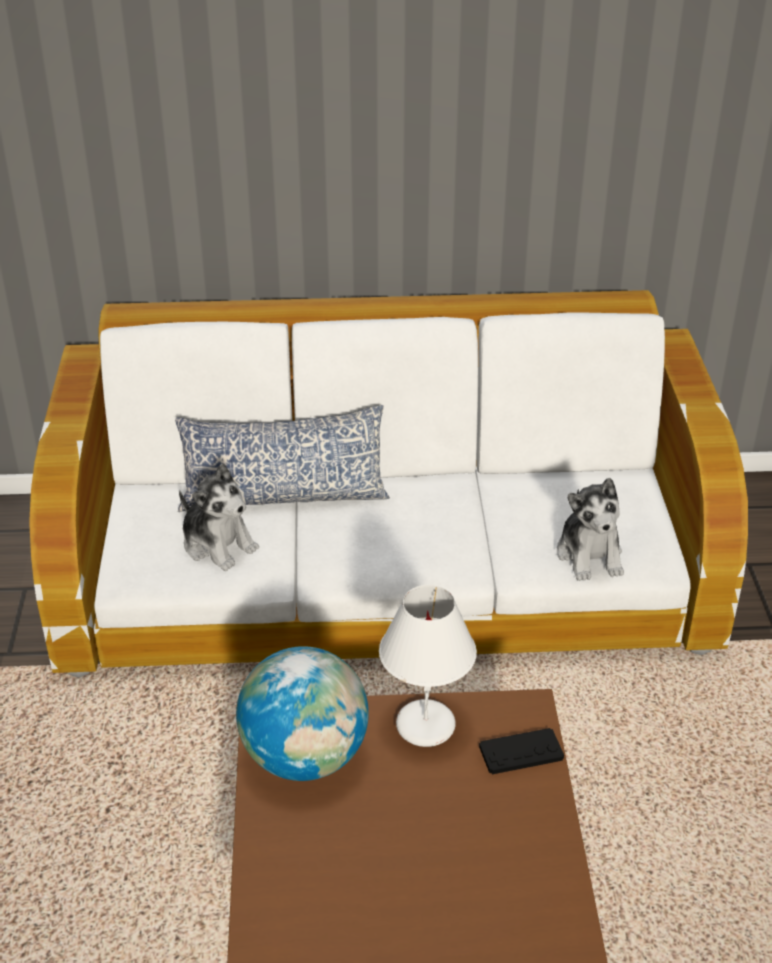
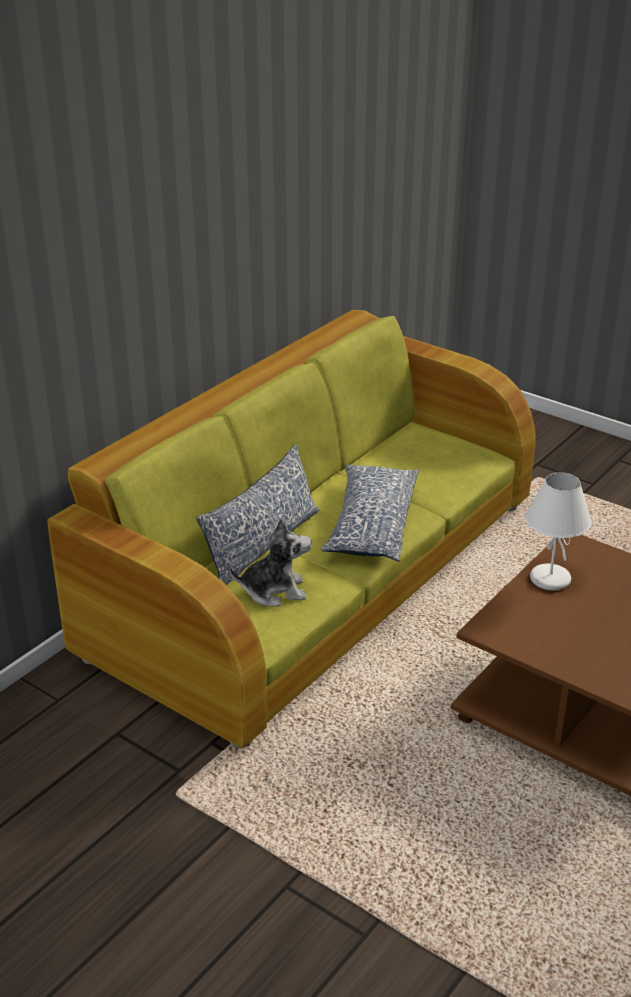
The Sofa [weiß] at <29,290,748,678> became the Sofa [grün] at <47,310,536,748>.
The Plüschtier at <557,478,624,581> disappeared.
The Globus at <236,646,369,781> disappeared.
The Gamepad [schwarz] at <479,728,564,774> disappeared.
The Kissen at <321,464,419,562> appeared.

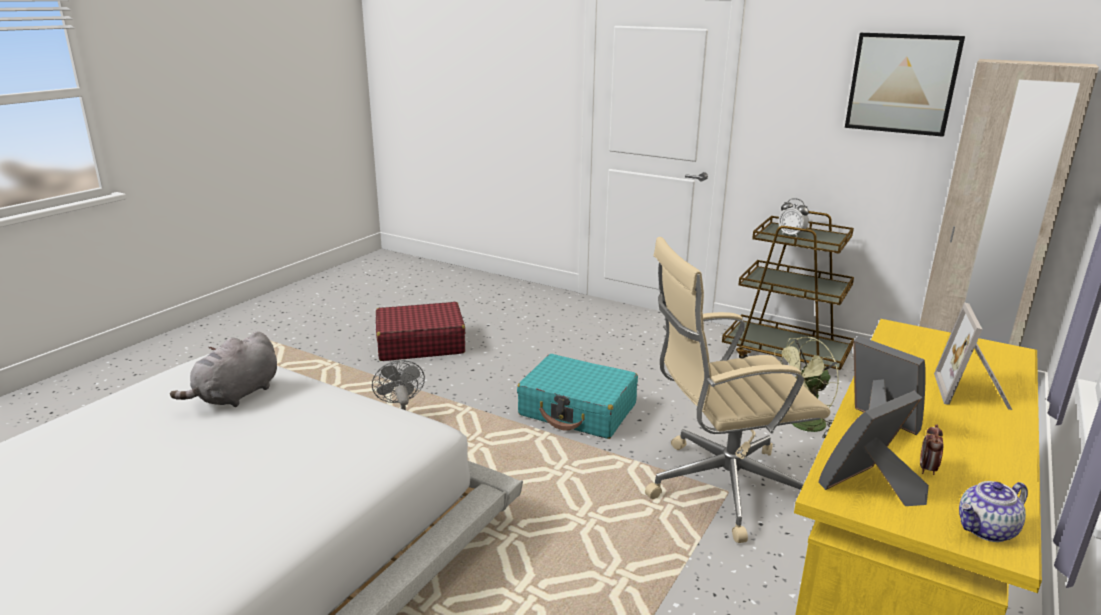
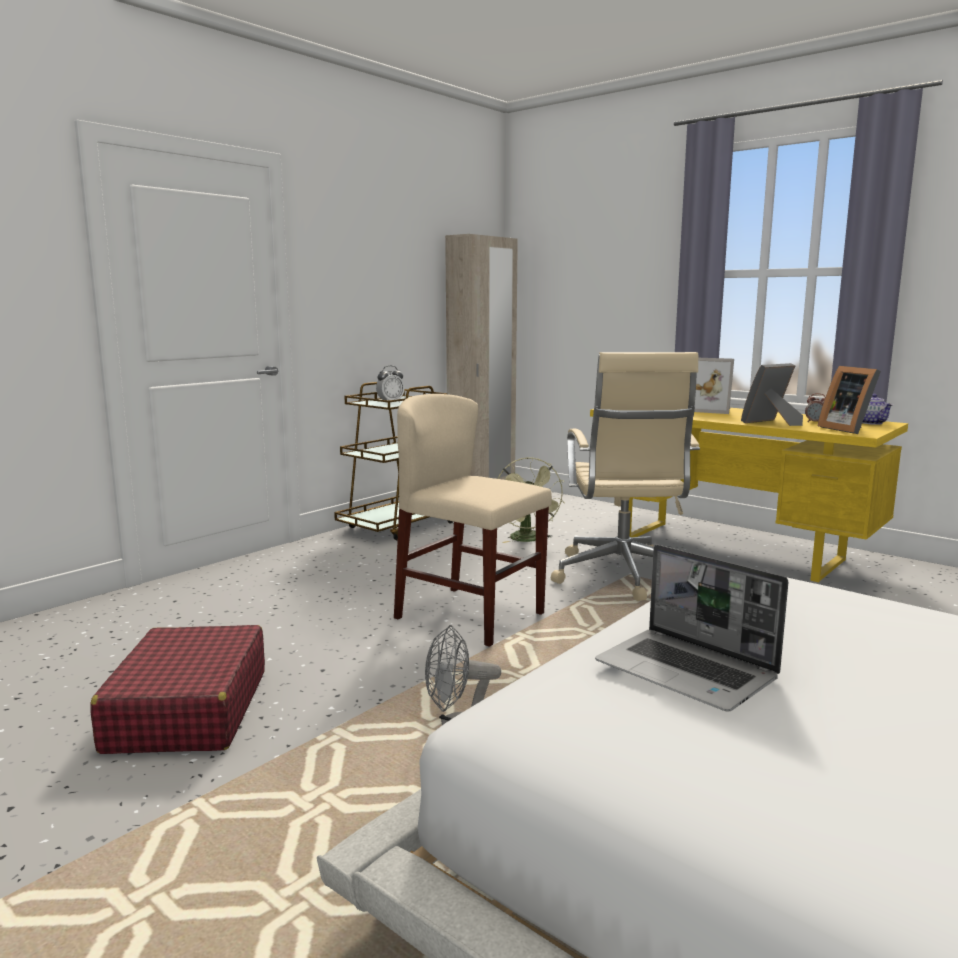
The Bild at <845,33,965,137> disappeared.
The Plüschtier [grau] at <170,331,277,407> was replaced by the Laptop at <595,545,789,712>.
The Koffer [türkis] at <517,354,638,439> was replaced by the Stuhl [beige] at <394,394,552,647>.

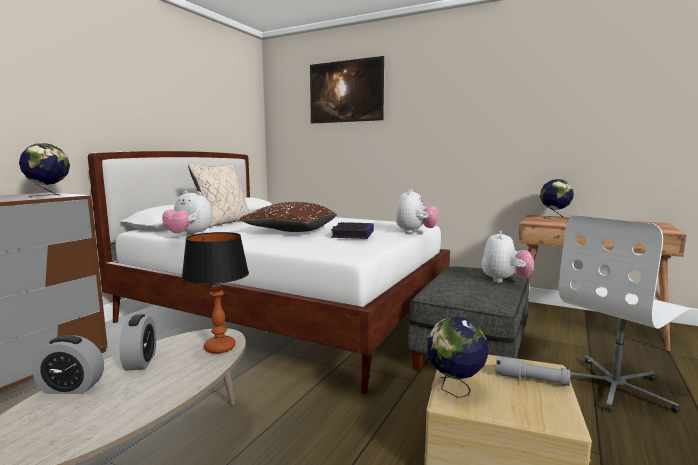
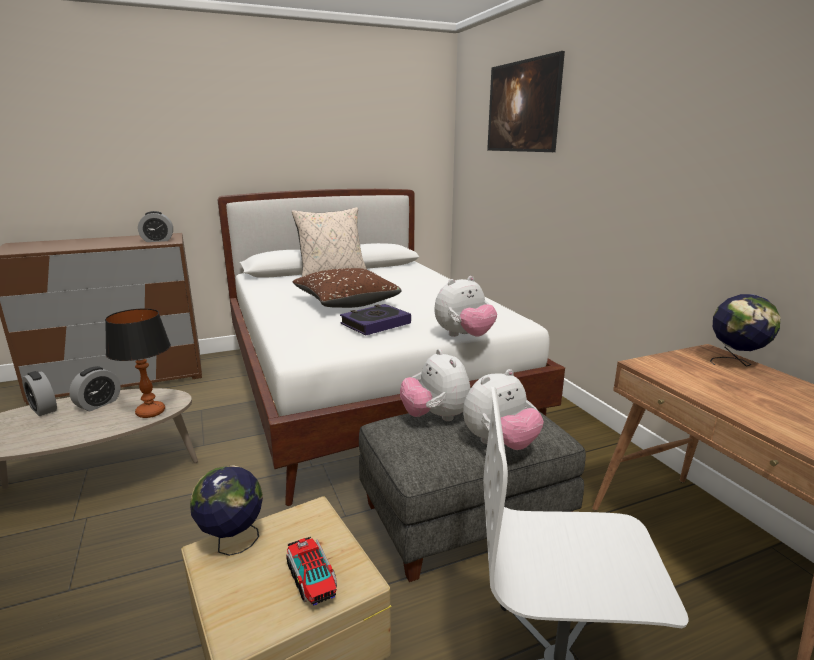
The Globus at <19,143,70,197> was replaced by the Wecker at <138,211,173,242>.
The Plüschtier moved from <162,191,213,235> to <400,349,470,421>.
The Taschenlampe [grau] at <495,356,570,386> was replaced by the Spielzeuglaster at <286,537,337,606>.

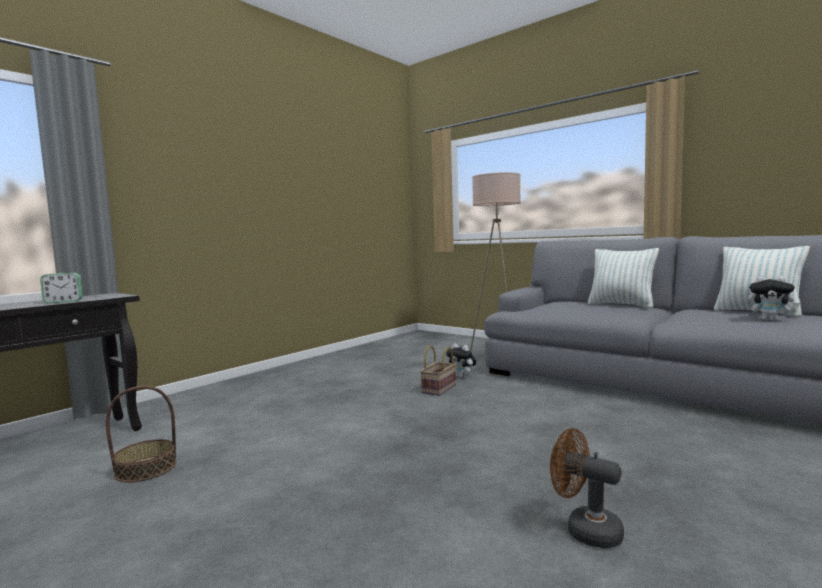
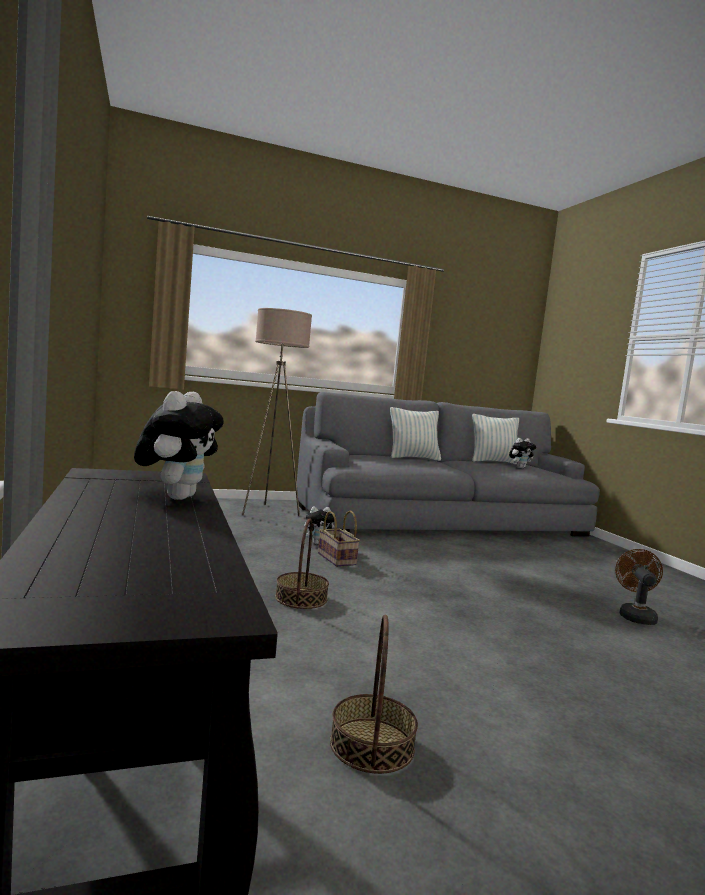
The Wecker at <40,273,83,303> was replaced by the Plüschtier at <134,391,224,500>.
The Ventilator [braun] at <550,428,624,549> turned 120 degrees clockwise.
The Korb at <275,518,329,609> appeared.

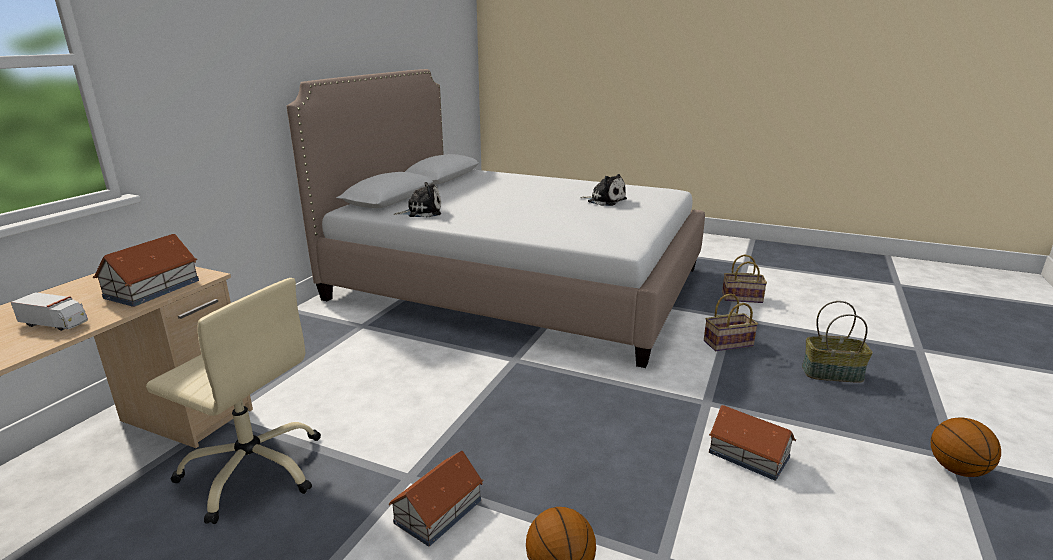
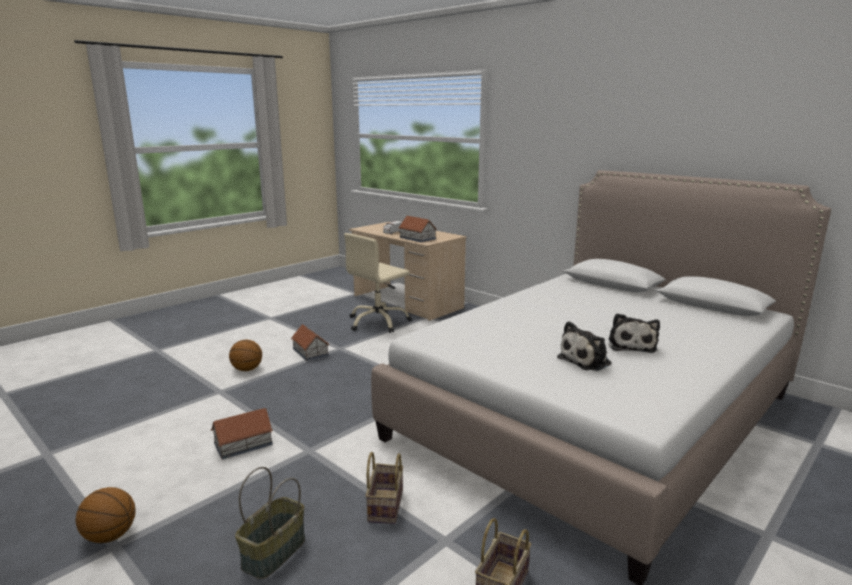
The Plüschtier moved from <393,182,441,218> to <609,313,660,353>.

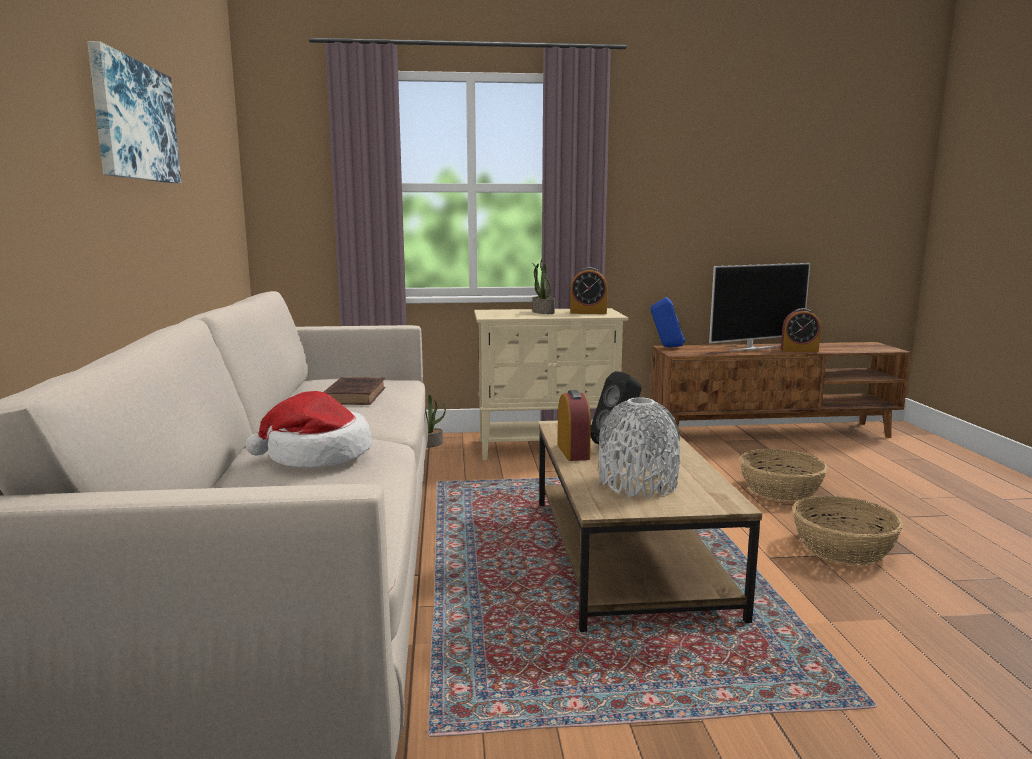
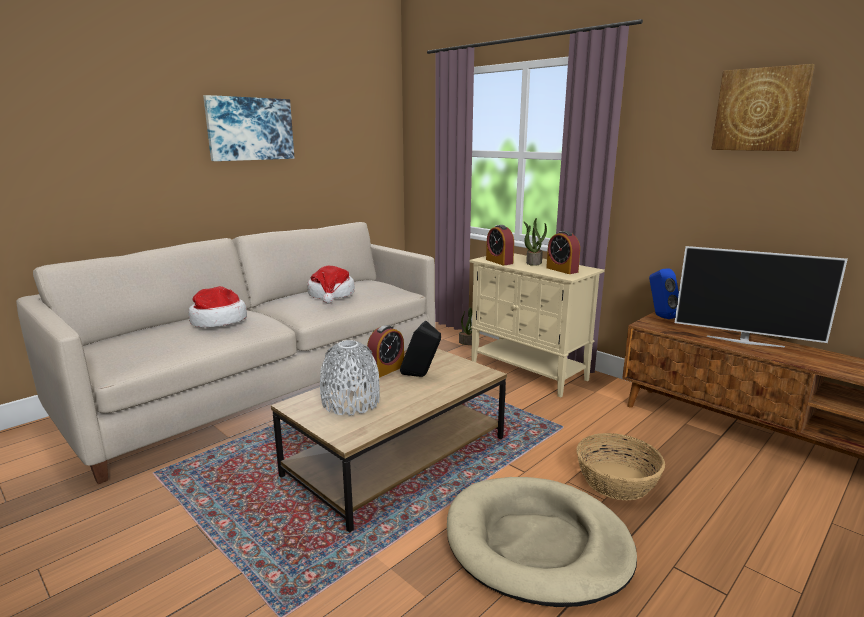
The Wecker moved from <781,308,821,352> to <486,225,514,265>.
The Buch [braun] at <324,377,385,405> was replaced by the Hut at <308,266,355,304>.
The Korb at <792,495,903,565> was replaced by the Hundebett [beige] at <447,477,637,607>.
The Bild at <711,64,815,151> appeared.

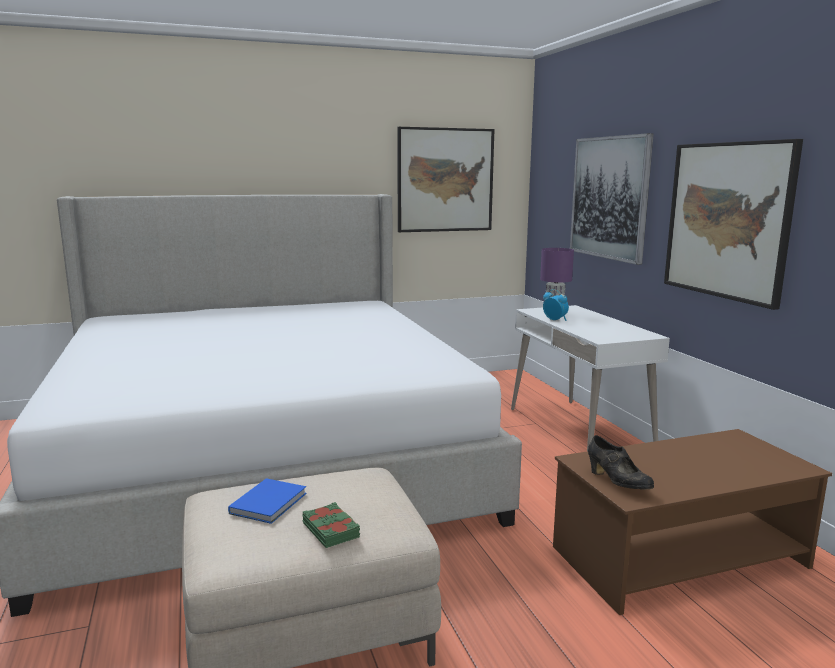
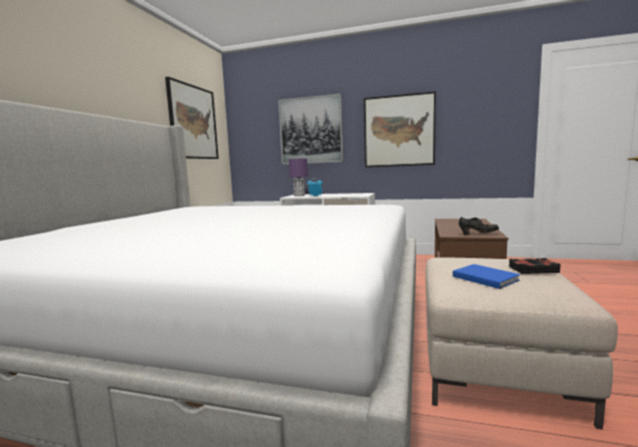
The Buch [grün] at <302,502,360,548> became the Buch [schwarz] at <509,258,561,274>.

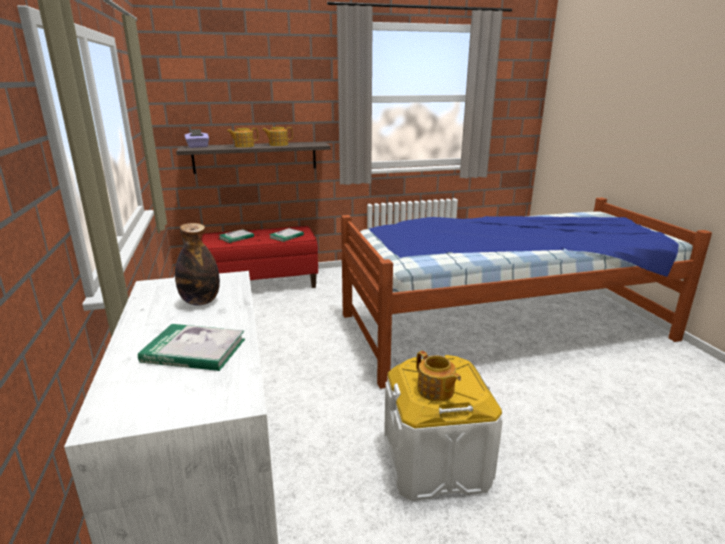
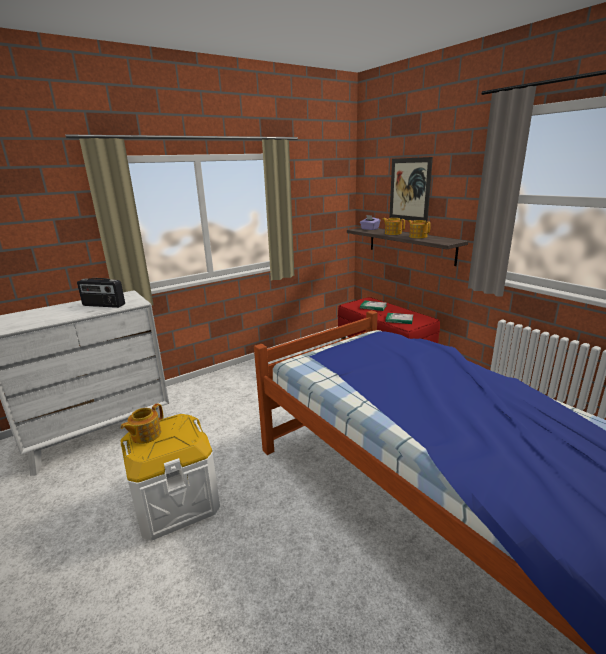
The Flasche at <175,223,220,306> was replaced by the Radio at <77,278,125,308>.
The Buch at <138,324,245,371> disappeared.
The Bild at <389,157,433,222> appeared.

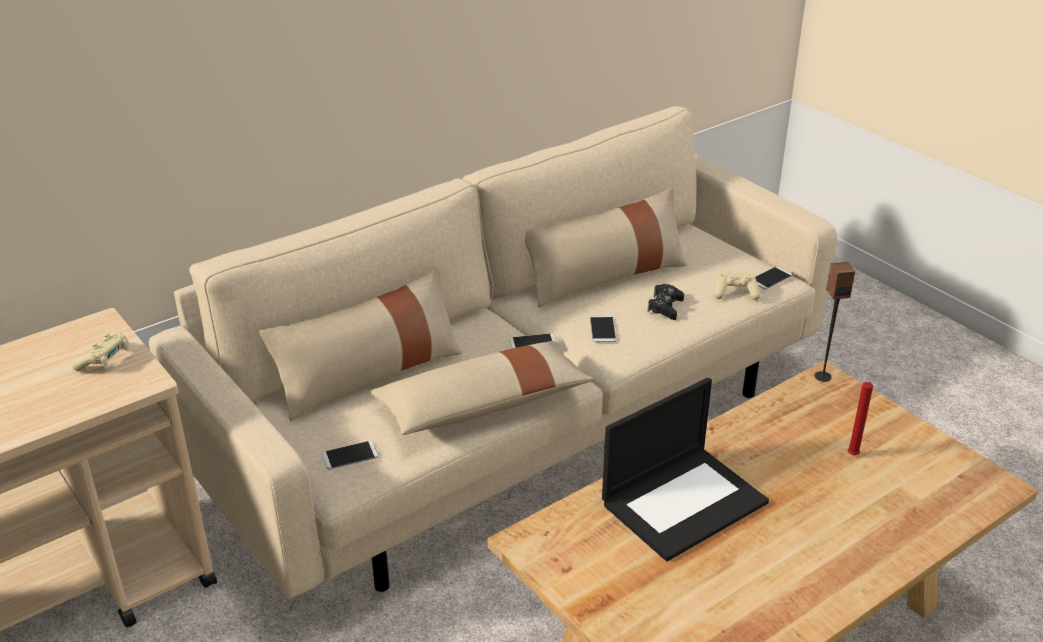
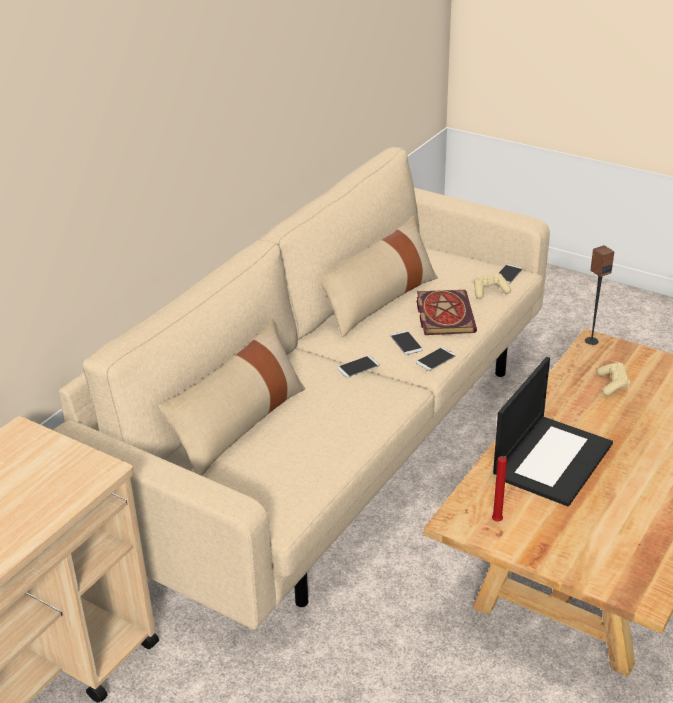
The Gamepad [schwarz] at <647,284,684,320> was replaced by the Buch at <417,290,477,335>.
The Gamepad [beige] moved from <72,332,129,371> to <597,362,630,396>.
The Kissen [beige] at <370,341,595,435> disappeared.
The Kerze [rot] moved from <848,382,873,455> to <492,456,507,522>.
The Handy moved from <322,441,379,469> to <416,347,456,371>.

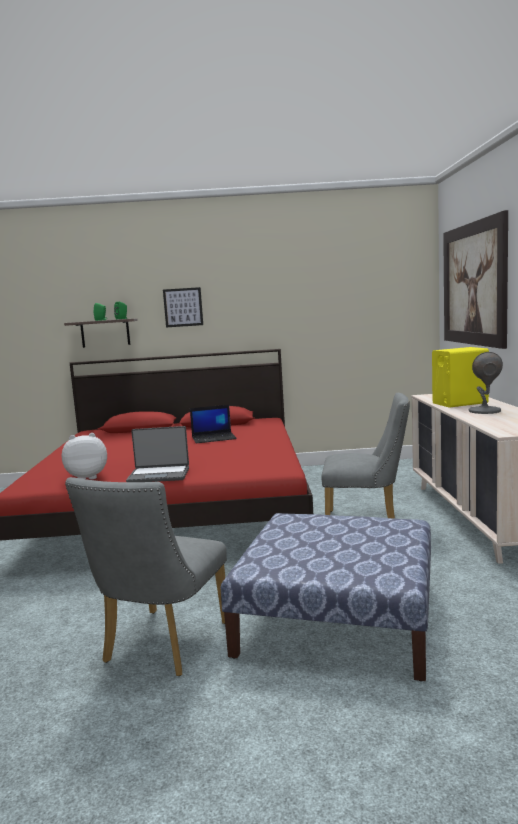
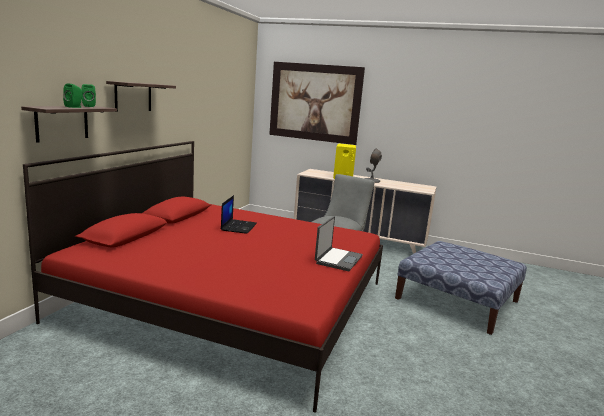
The Bild at <163,287,203,327> was replaced by the Wandregal at <106,81,176,112>.
The Plüschtier at <62,433,107,479> disappeared.
The Stuhl [grau] at <65,477,227,676> disappeared.

